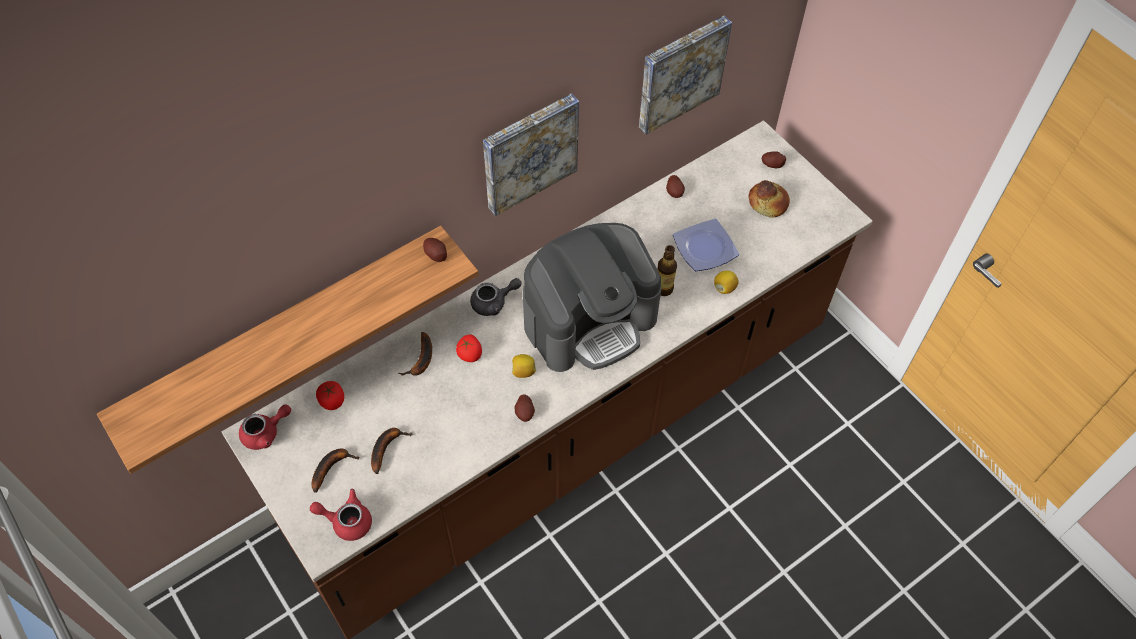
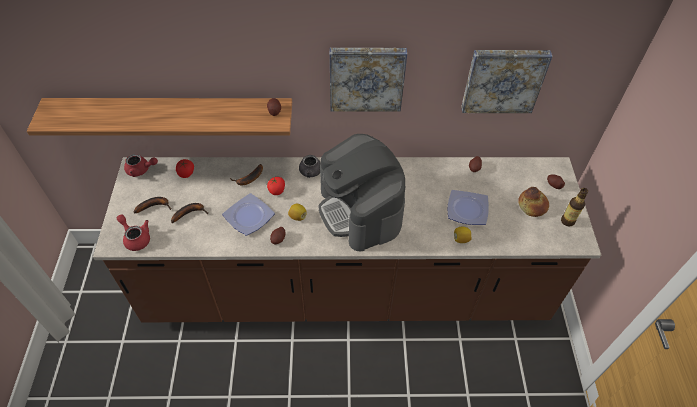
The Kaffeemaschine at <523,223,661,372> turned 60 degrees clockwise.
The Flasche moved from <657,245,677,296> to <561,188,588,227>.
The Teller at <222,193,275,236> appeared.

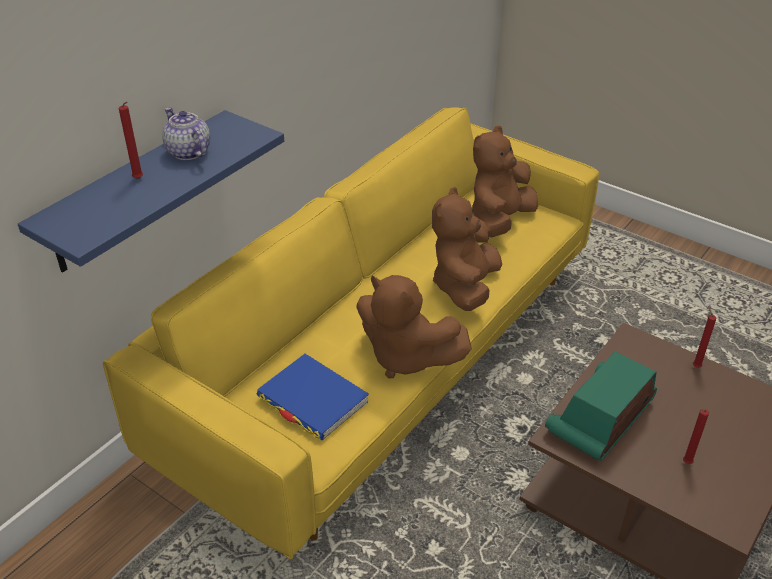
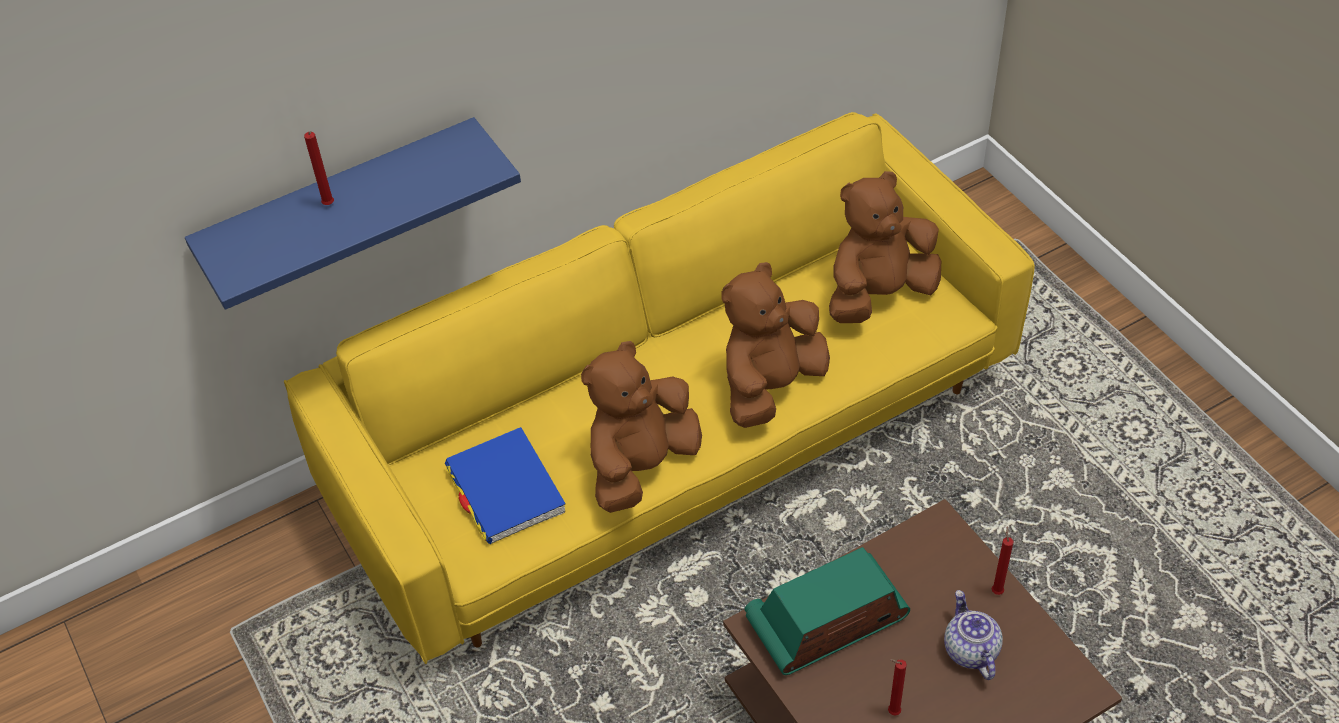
The Teekanne moved from <162,108,210,160> to <944,590,1003,680>.
The Plüschtier [braun] at <356,275,472,378> turned 75 degrees clockwise.

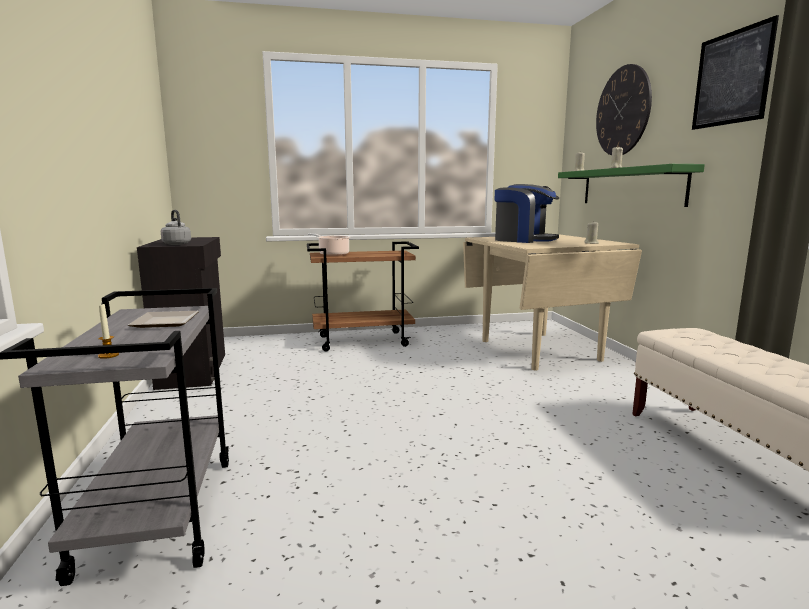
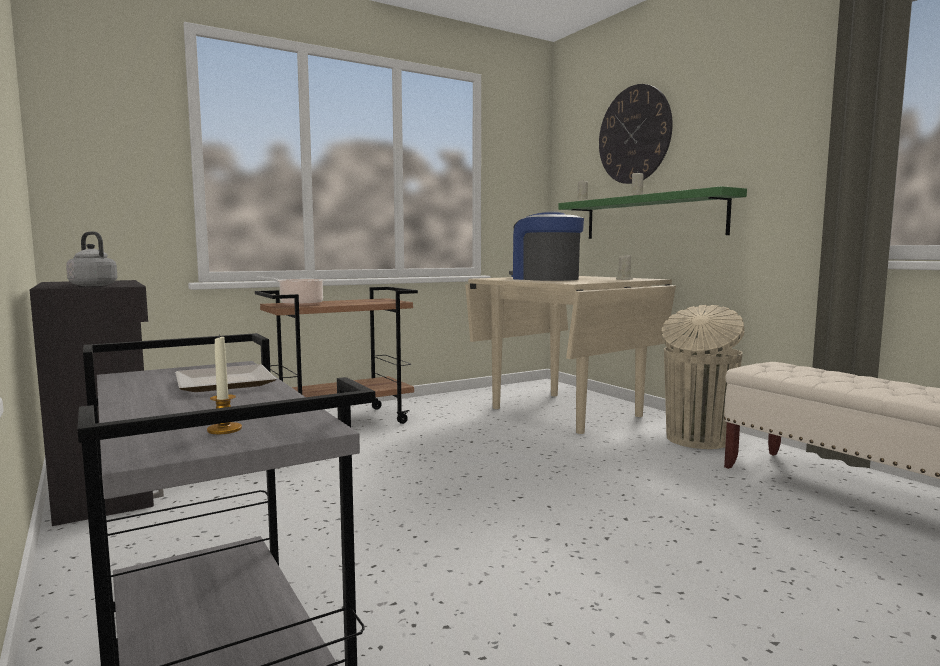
The Bild at <692,15,779,130> disappeared.
The Kaffeemaschine at <495,184,559,243> turned 135 degrees counterclockwise.
The Mülleimer [beige] at <661,305,745,449> appeared.

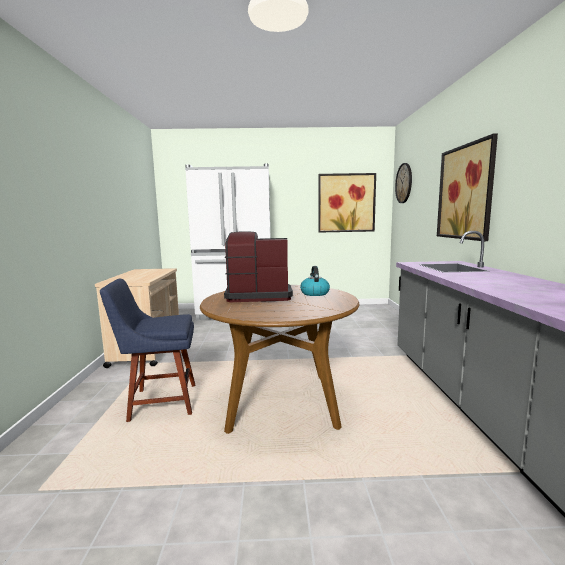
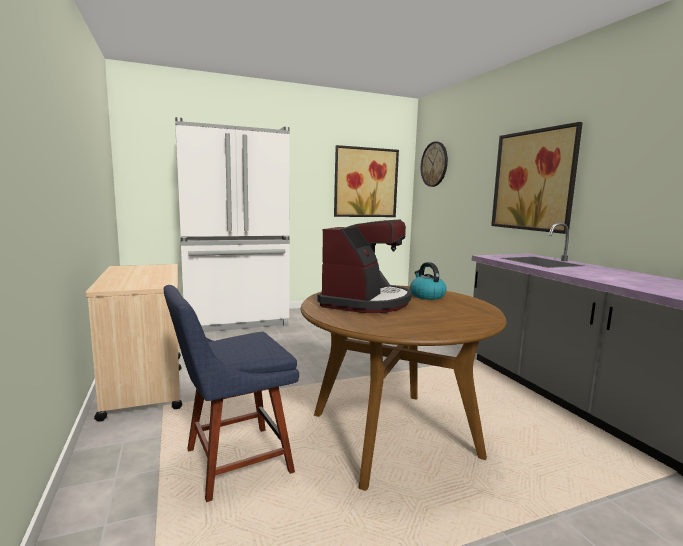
The Kaffeemaschine at <224,231,293,302> turned 135 degrees clockwise.

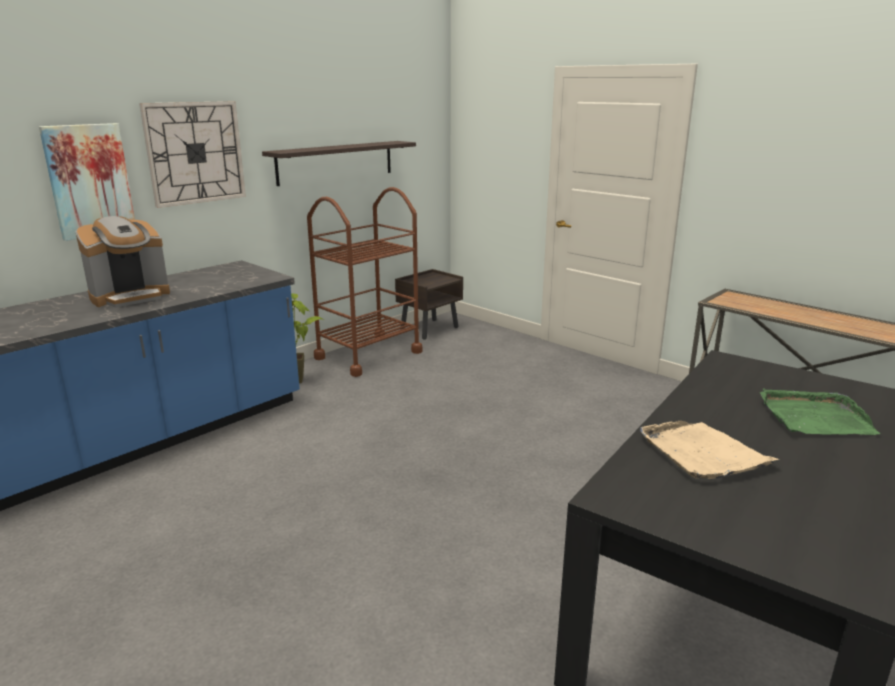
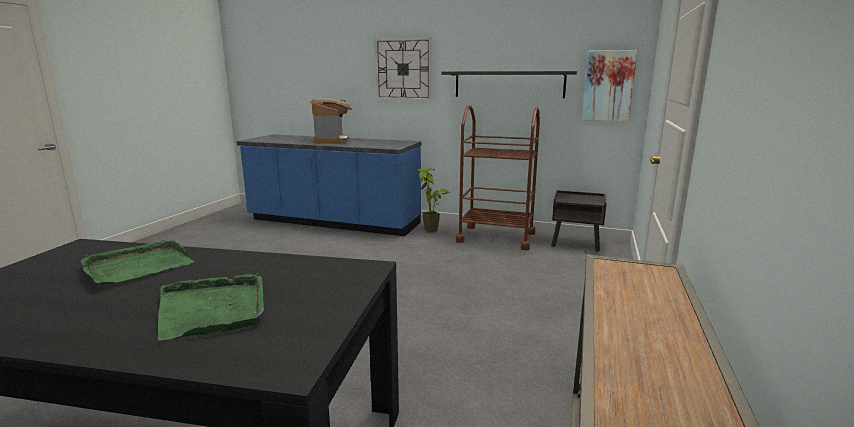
The Bild moved from <39,123,135,241> to <582,50,638,121>.
The Kaffeemaschine at <76,216,170,308> turned 120 degrees counterclockwise.
The Tablett [beige] at <640,421,780,479> became the Tablett [grün] at <81,240,194,285>.

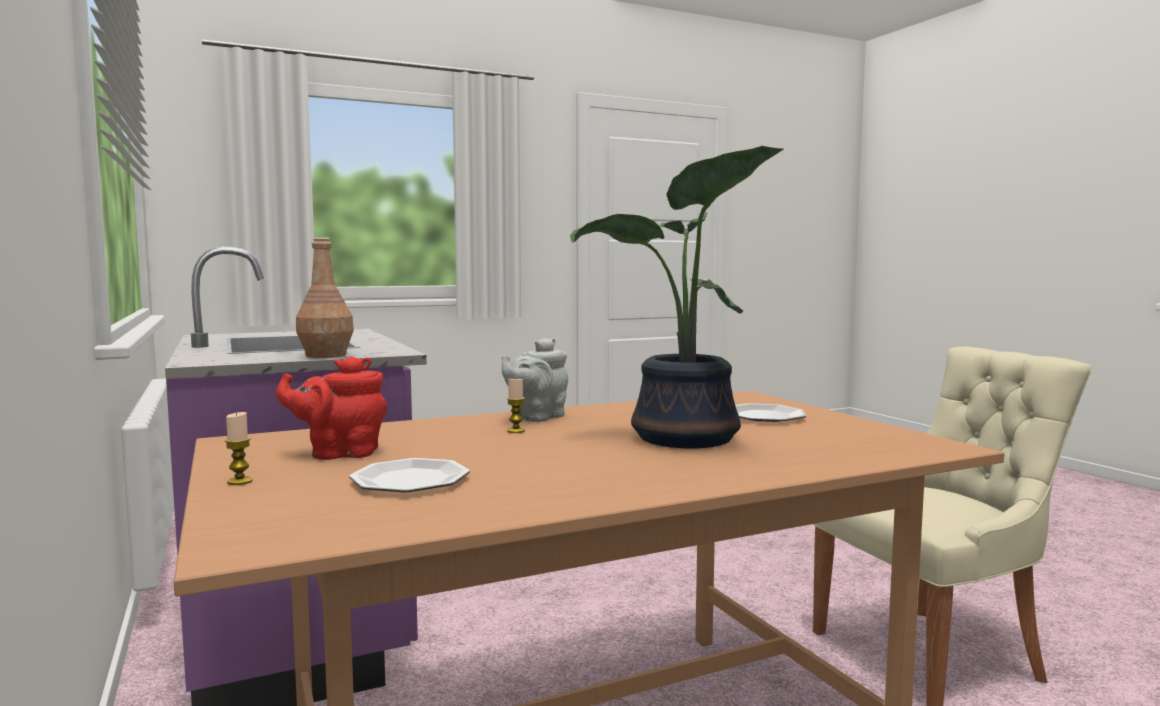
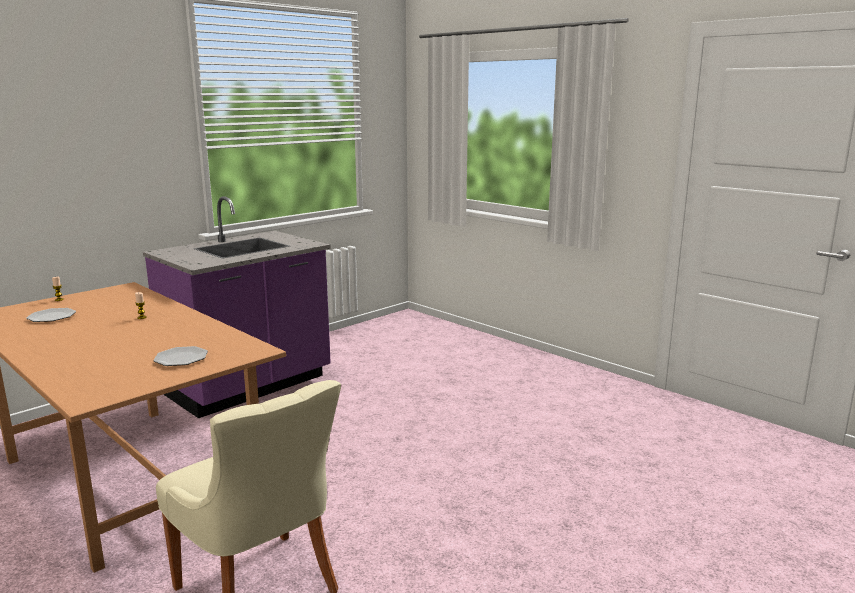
The Topfpflanze at <570,146,784,449> disappeared.
The Flasche [braun] at <296,237,354,358> disappeared.
The Teekanne [grau] at <501,338,568,422> disappeared.
The Teekanne [rot] at <276,356,387,460> disappeared.

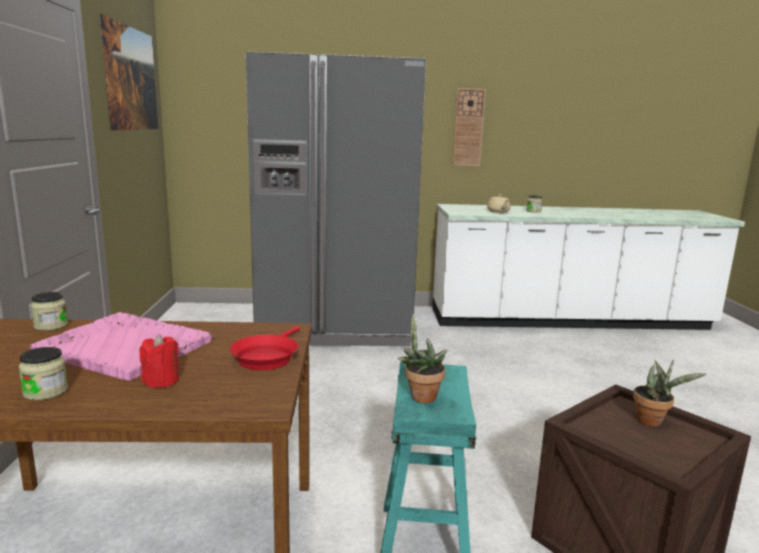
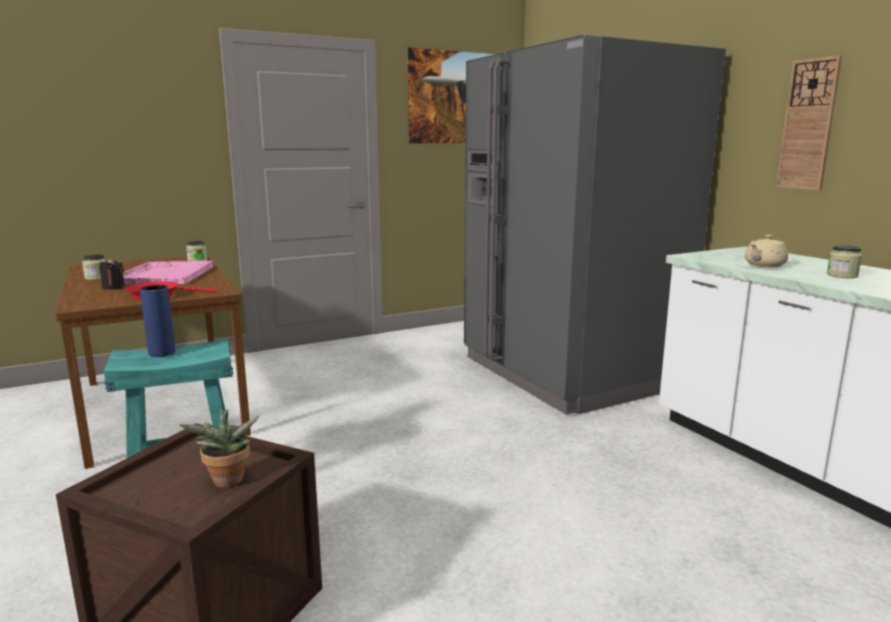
The Topfpflanze at <397,314,447,403> was replaced by the Vase [blau] at <140,285,175,357>.
The Kerze [rot] at <140,334,179,388> became the Kerze [schwarz] at <99,258,125,290>.

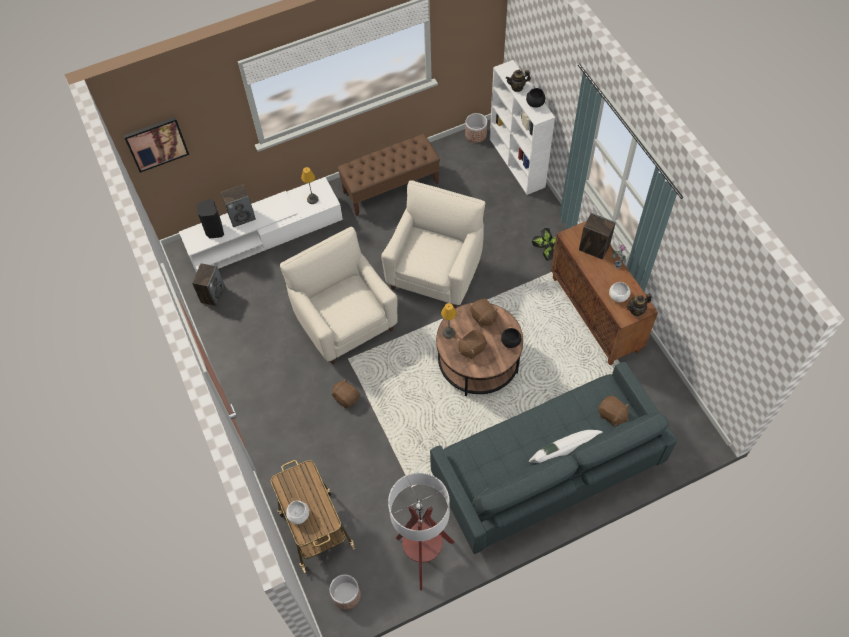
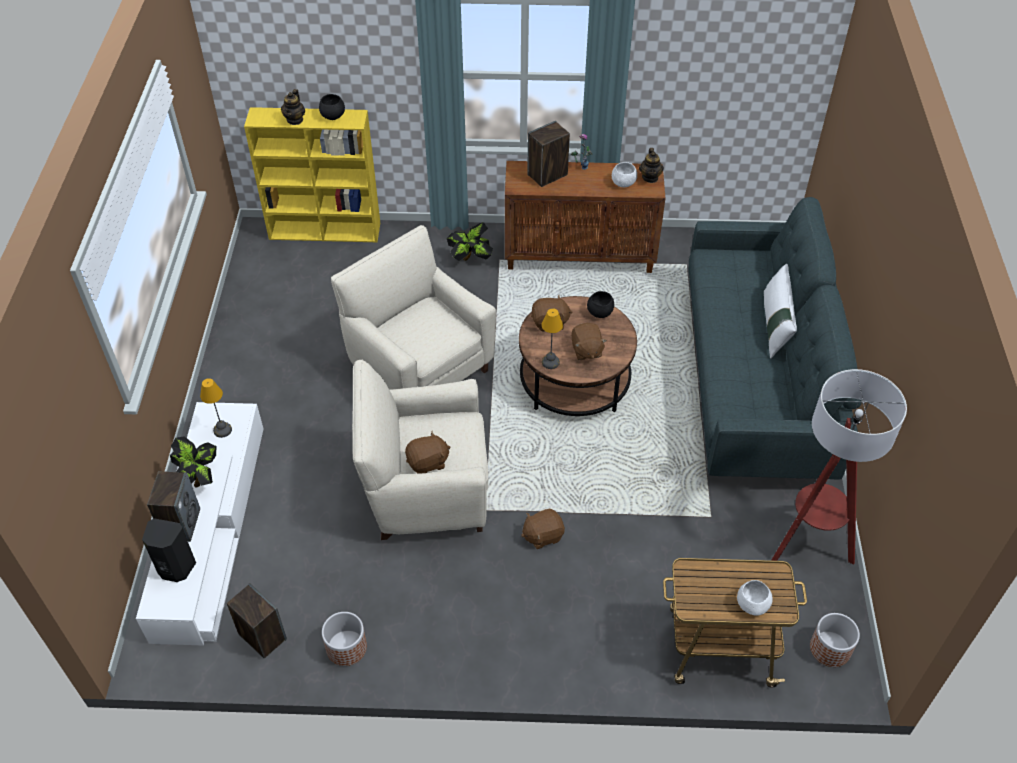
The Bücherregal [weiß] at <490,60,555,195> became the Bücherregal [gelb] at <244,107,380,242>.
The Pflanzkübel moved from <465,113,487,143> to <322,612,367,666>.
The Bild at <123,117,189,173> disappeared.
The Bank [braun] at <337,134,440,216> disappeared.
The Plüschtier [braun] moved from <598,396,629,426> to <405,431,451,474>.
The Topfpflanze at <170,436,216,487> appeared.

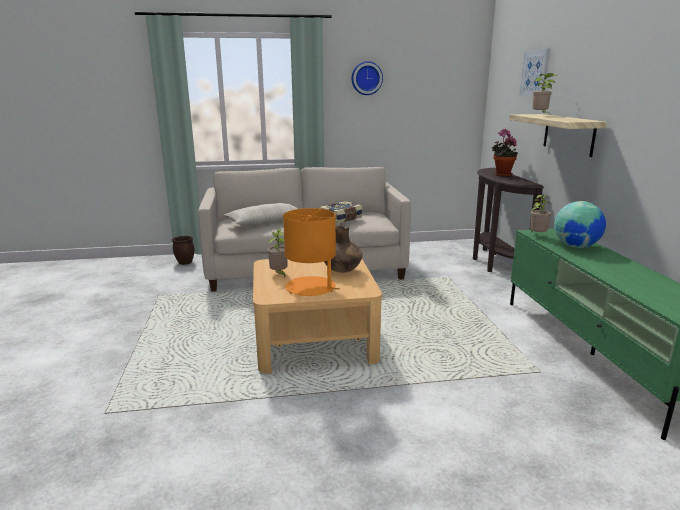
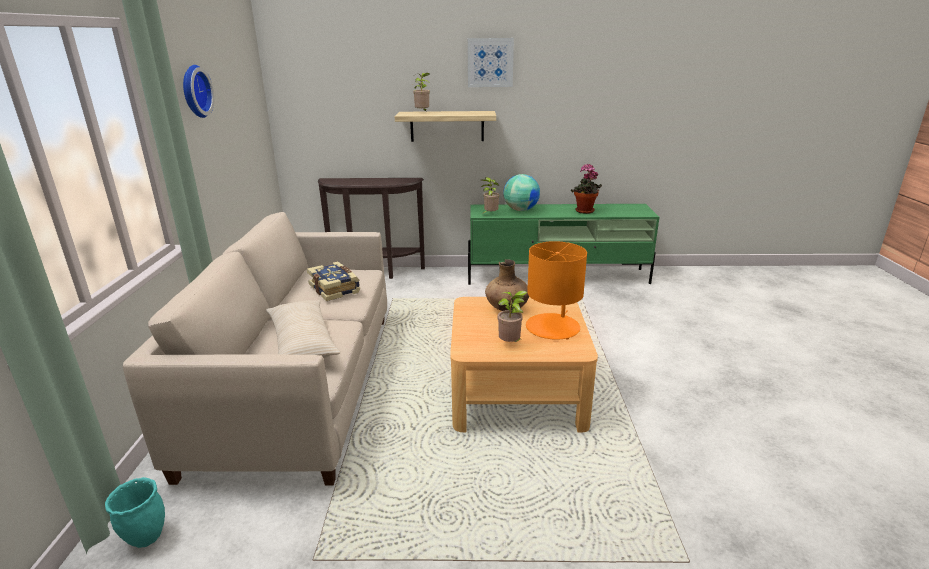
The Bild moved from <519,49,550,97> to <468,38,514,87>.
The Topfpflanze moved from <492,129,518,177> to <571,164,602,214>.
The Pflanzkübel [braun] at <172,236,194,265> became the Pflanzkübel [türkis] at <105,477,165,548>.

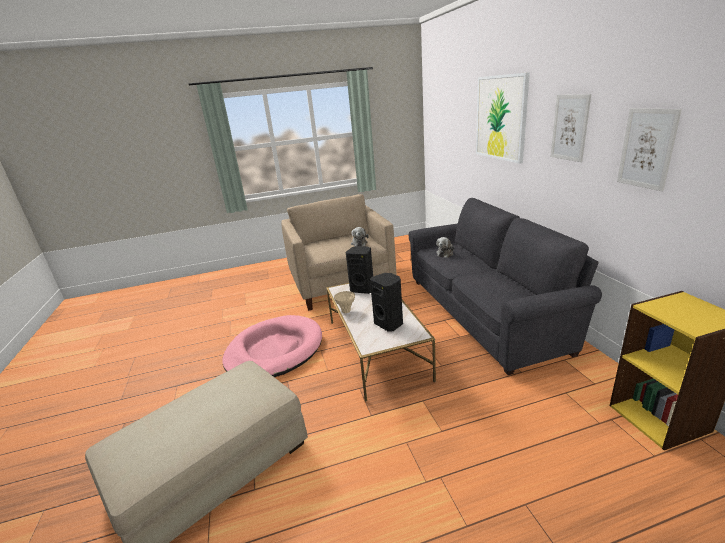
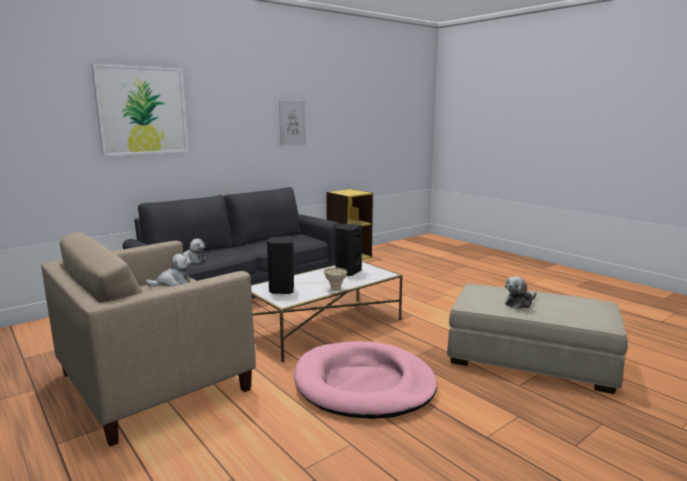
The Bild at <551,94,591,162> disappeared.
The Plüschtier at <505,277,536,309> appeared.

